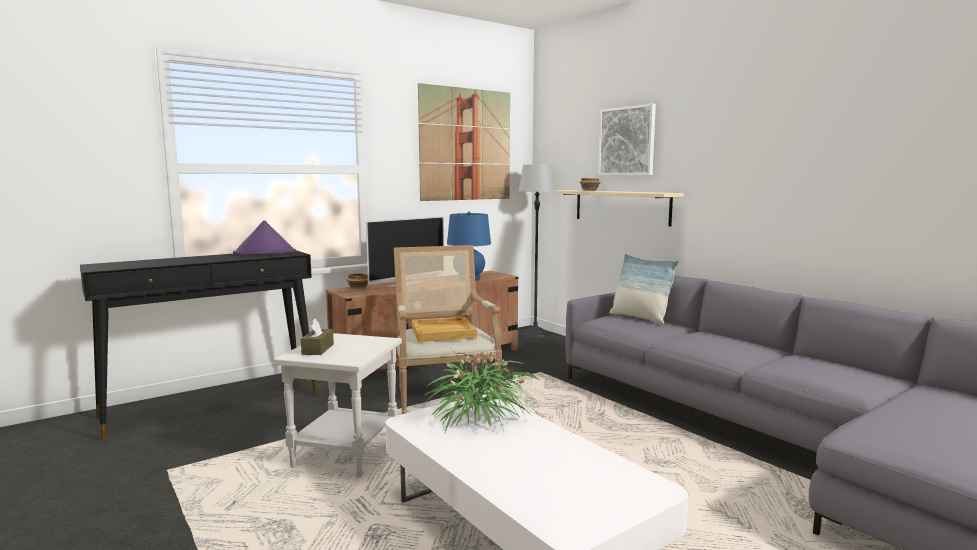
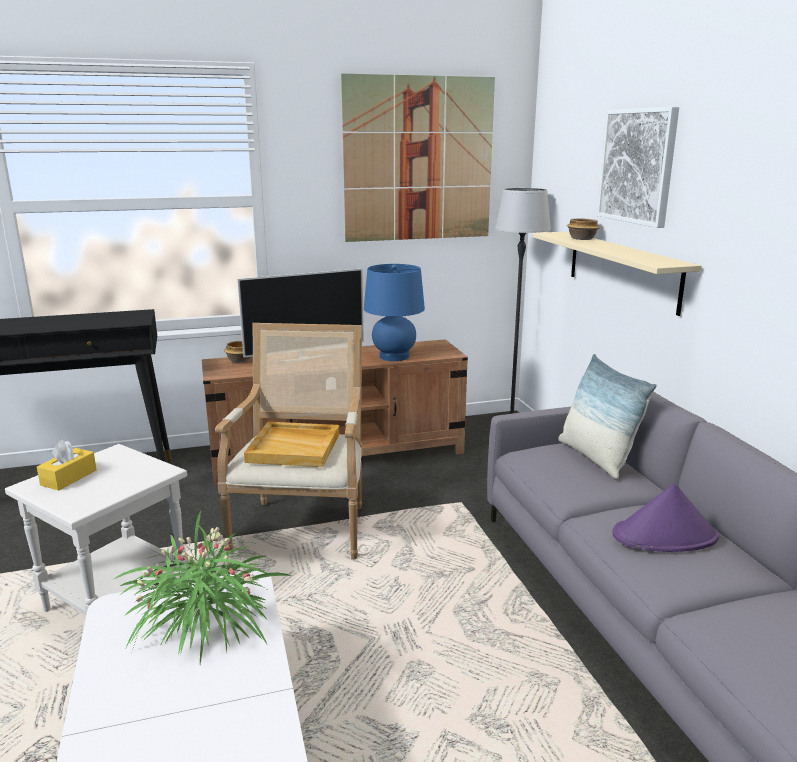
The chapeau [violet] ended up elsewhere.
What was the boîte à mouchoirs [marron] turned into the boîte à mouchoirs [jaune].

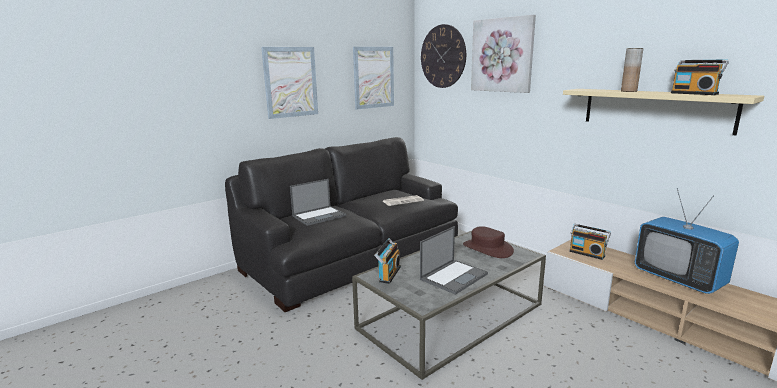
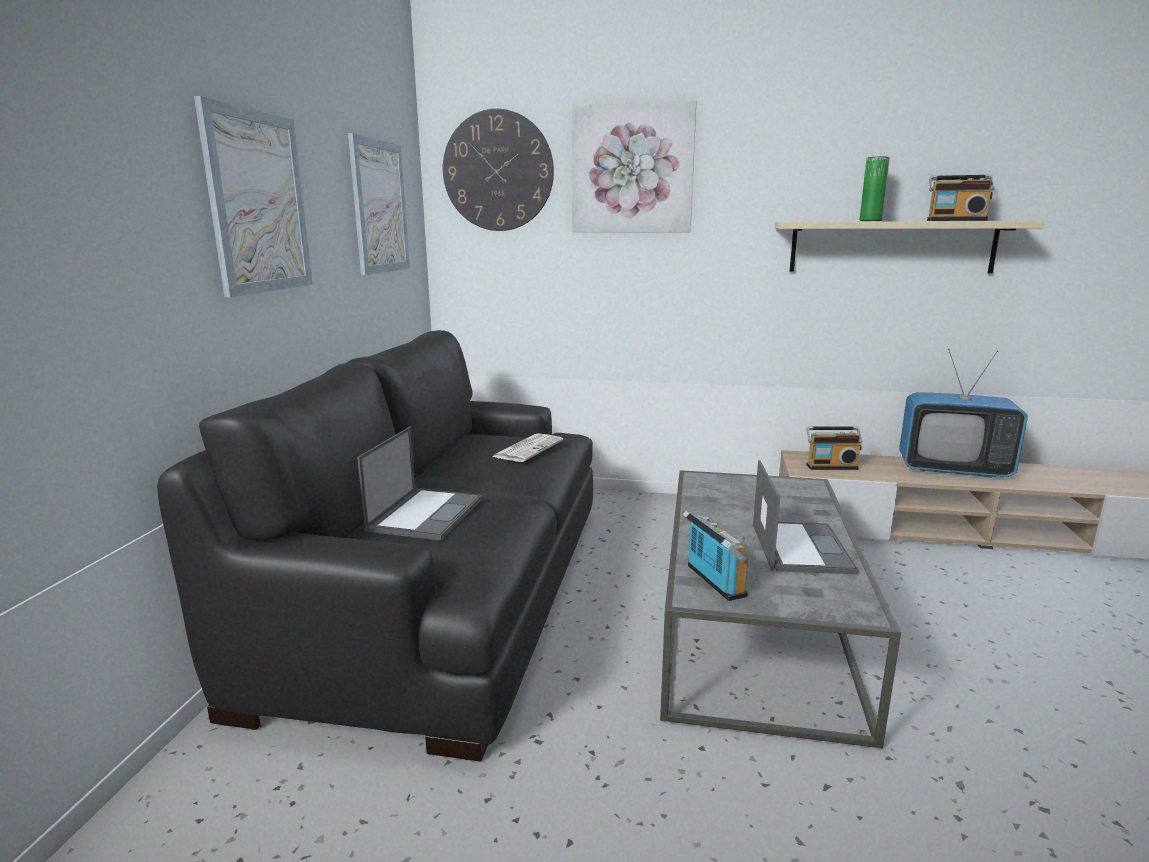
The second view lost the chapeau [marron].
What was the vase [marron] turned into the vase [vert].

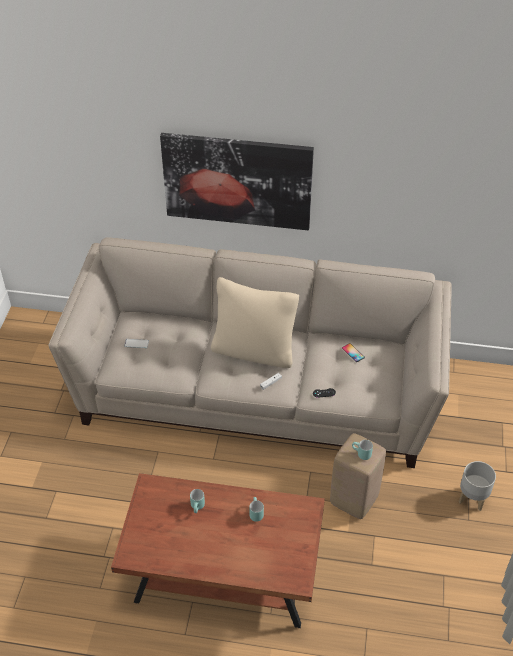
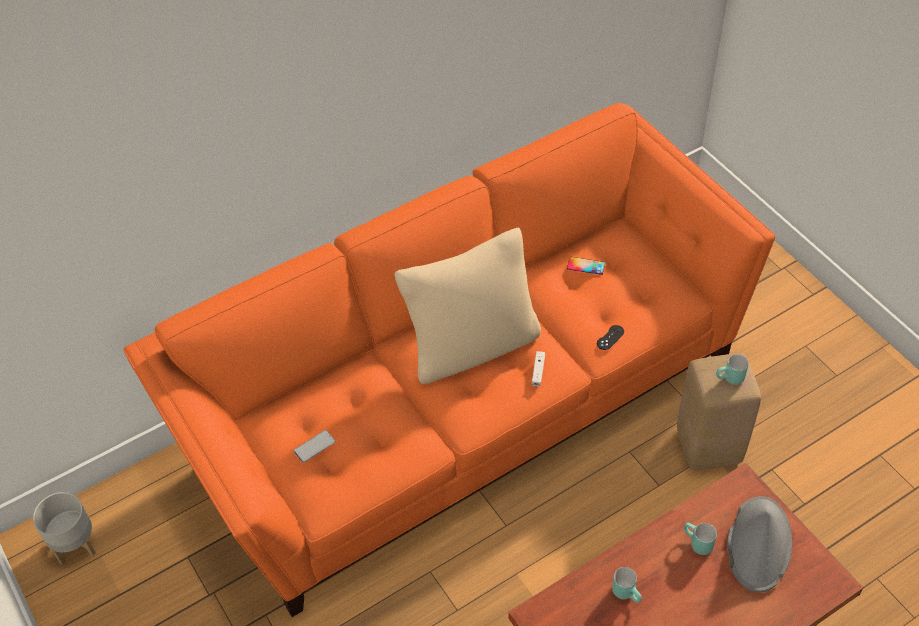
The second view lost the tableau.
The second view gained the chapeau [gris].
The cache-pot [gris] ended up elsewhere.
What was the canapé [beige] turned into the canapé [orange].

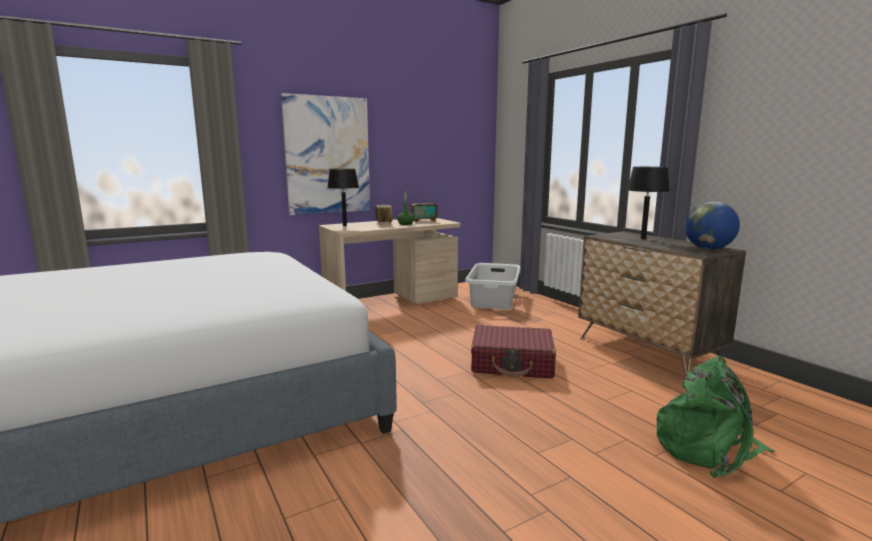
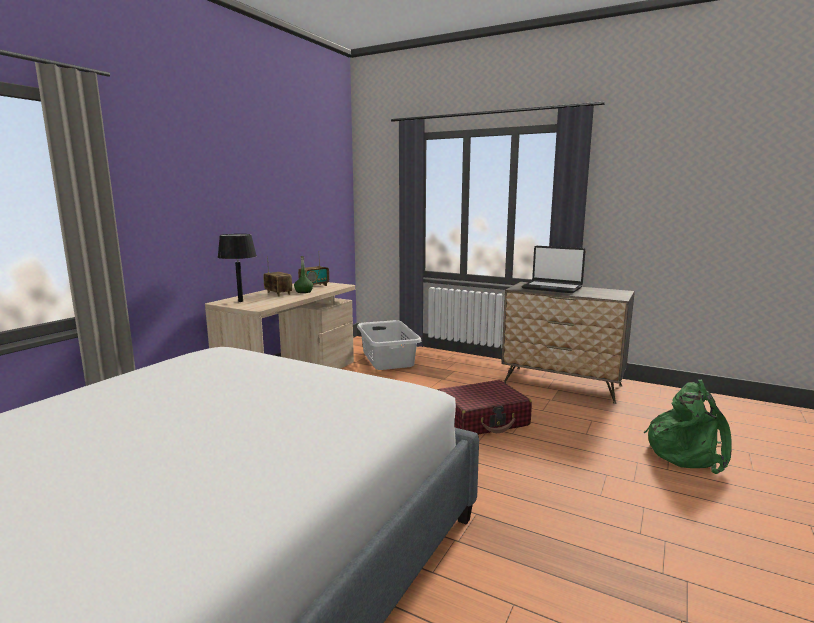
The second view lost the tableau.
The second view lost the globe.
Where the lampe de table [noir] (2nd from left) stood, the ordinateur portable came to stand.

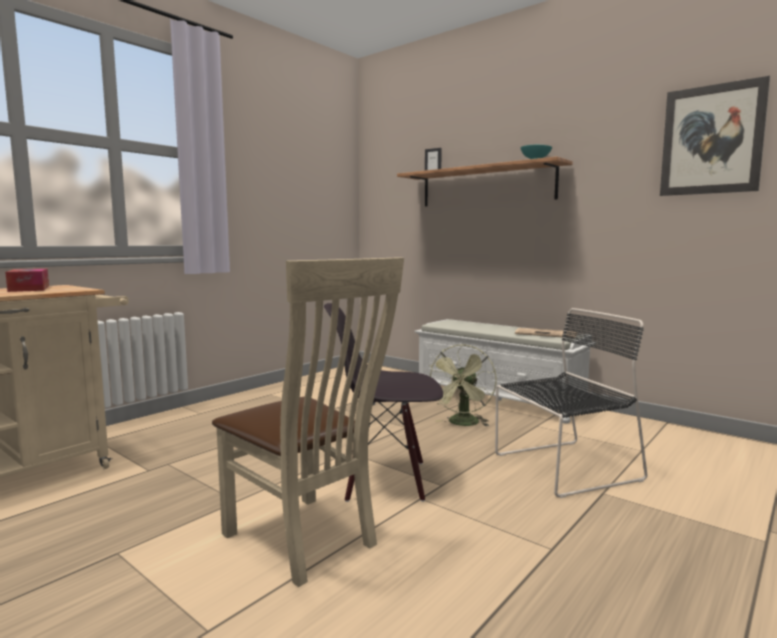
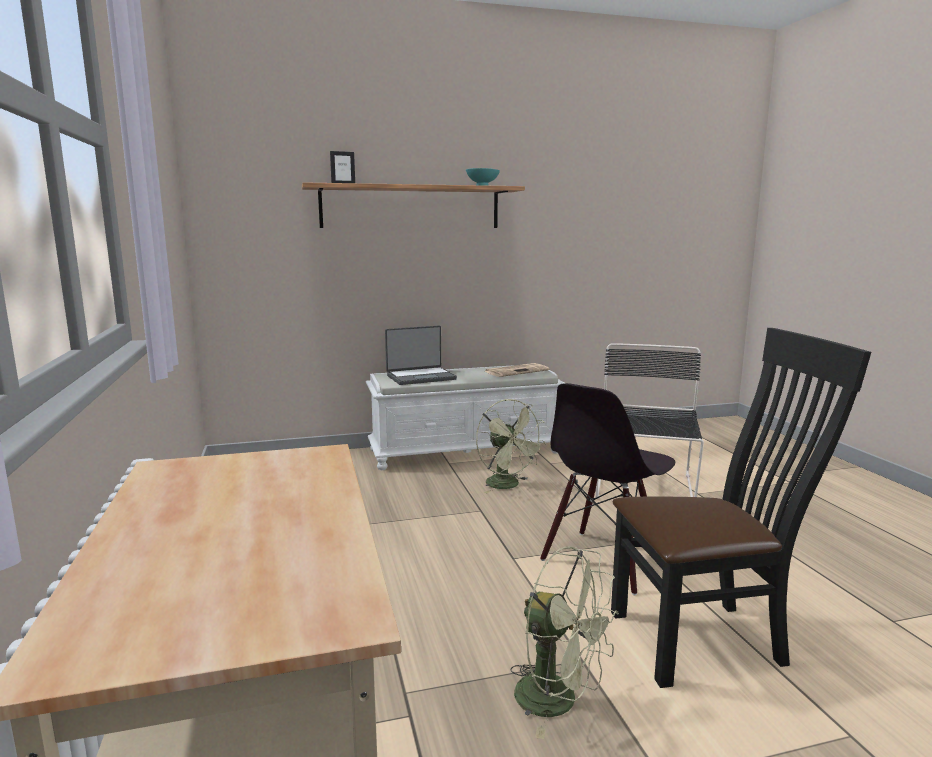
The second view lost the boîte à mouchoirs.
The second view lost the tableau.
The second view gained the ordinateur portable.
The second view gained the ventilateur [vert] (2nd from left).
What was the chaise [beige] turned into the chaise [noir] (3rd from left).

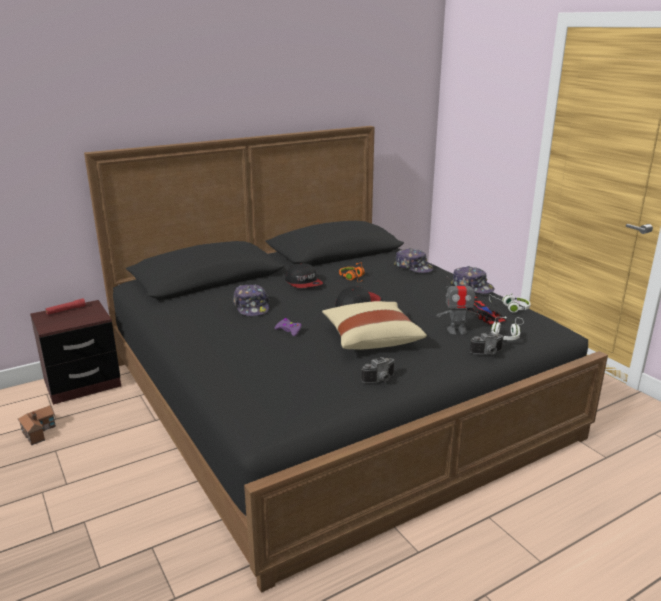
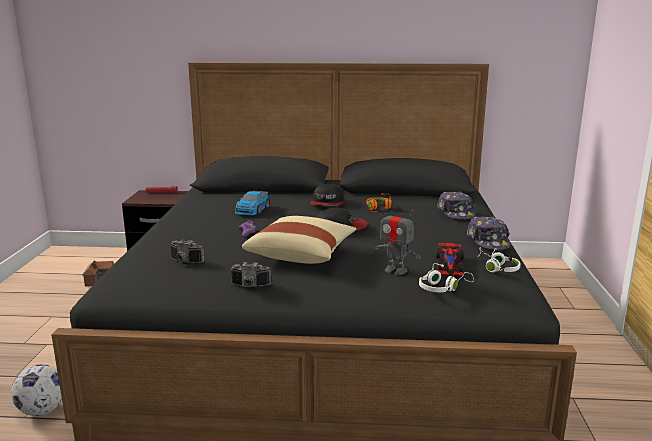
The second view gained the ballon de foot.
The appareil photo (2nd from left in the first image) ended up elsewhere.
Where the casquette (1st from left) stood, the petite voiture (1st from left) came to stand.

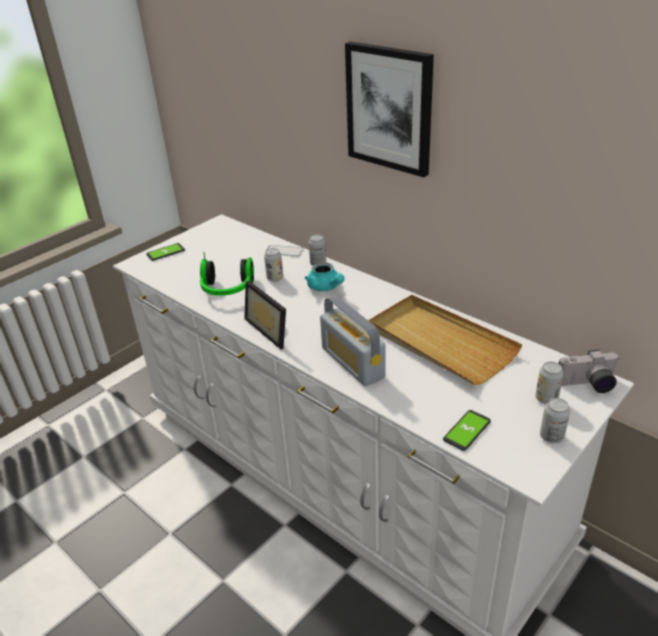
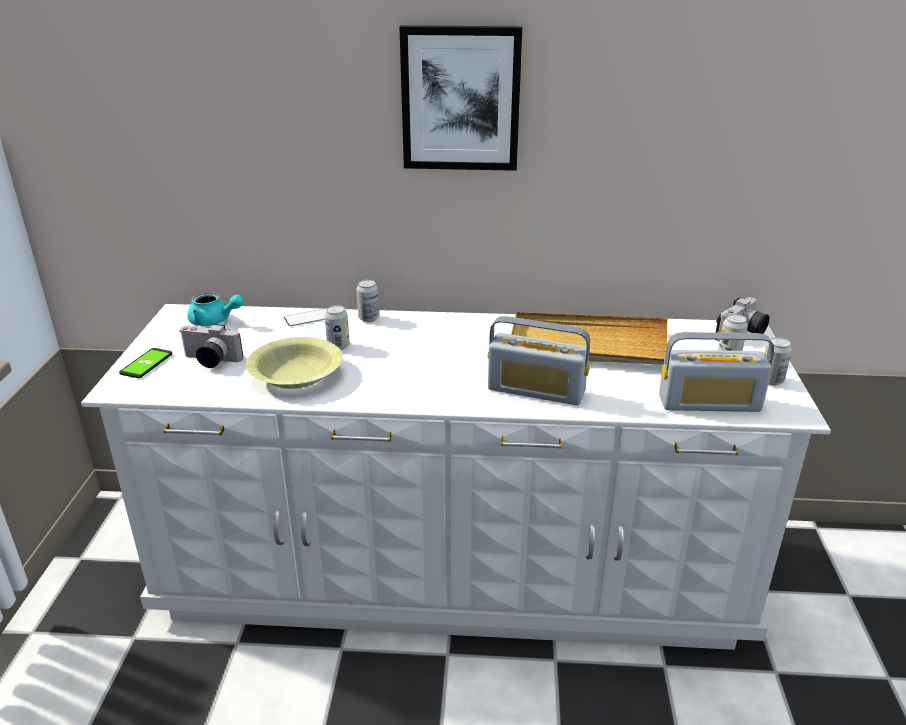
The second view lost the cadre photo.
The second view gained the appareil photo (1st from left).
The théière [turquoise] ended up elsewhere.
Where the casque audio stood, the bol [jaune] came to stand.
Where the téléphone (3rd from left) stood, the radio (2nd from left) came to stand.

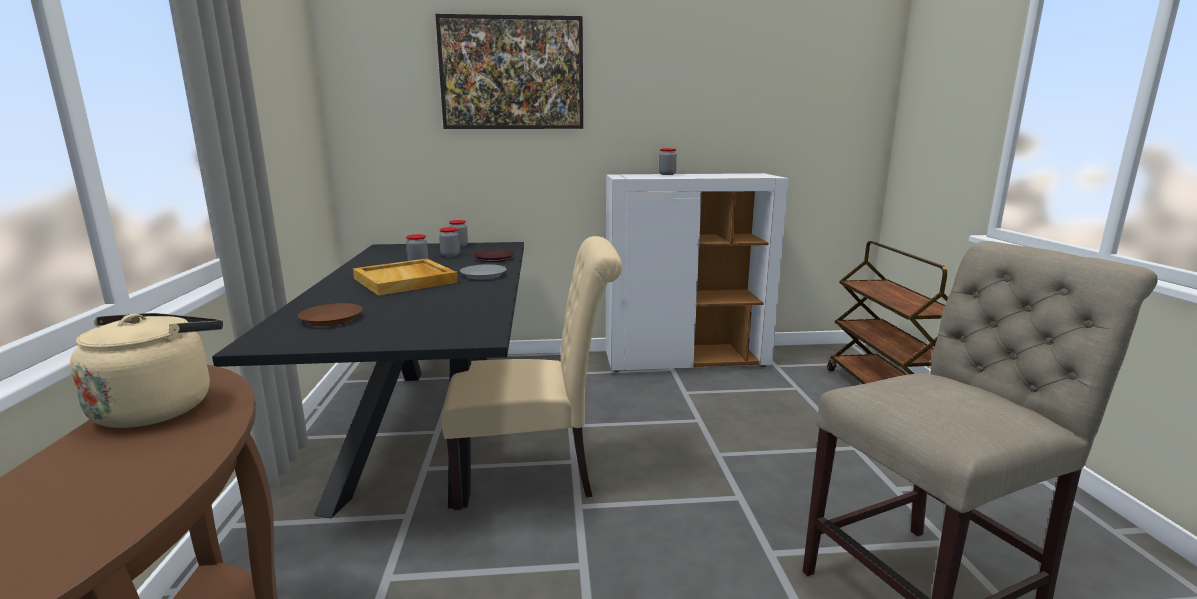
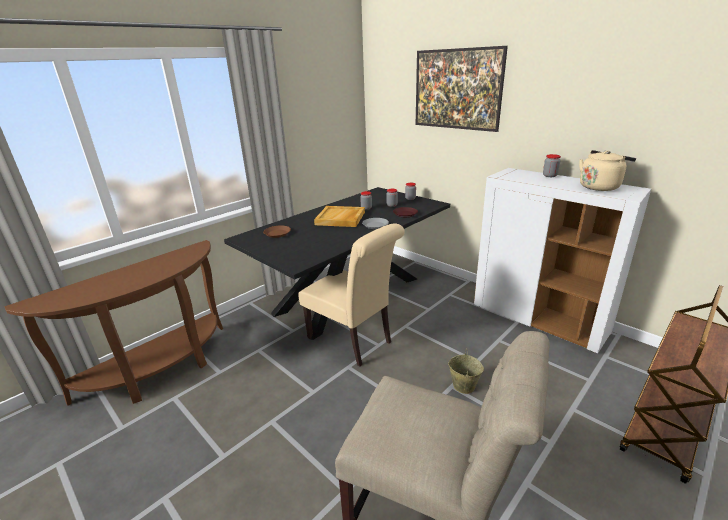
The second view gained the seau [beige].
The bouilloire [beige] ended up elsewhere.

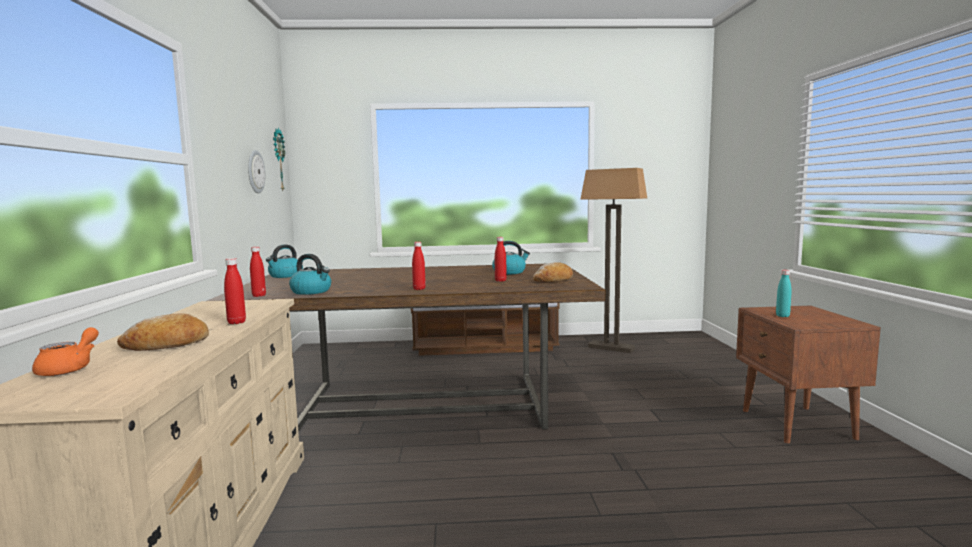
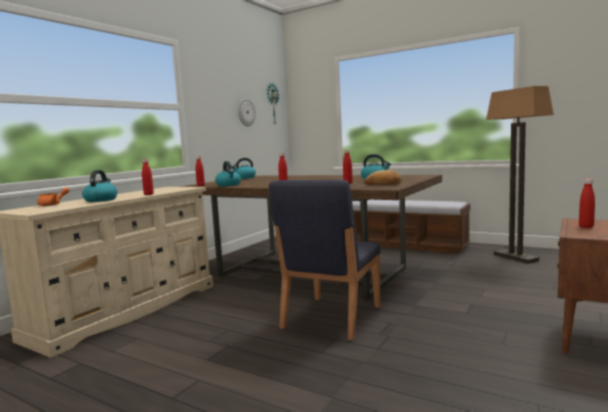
The second view gained the chaise [bleu].
Where the pain (1st from left) stood, the bouilloire (1st from left) came to stand.
What was the bouteille [turquoise] turned into the bouteille [rouge] (5th from left).

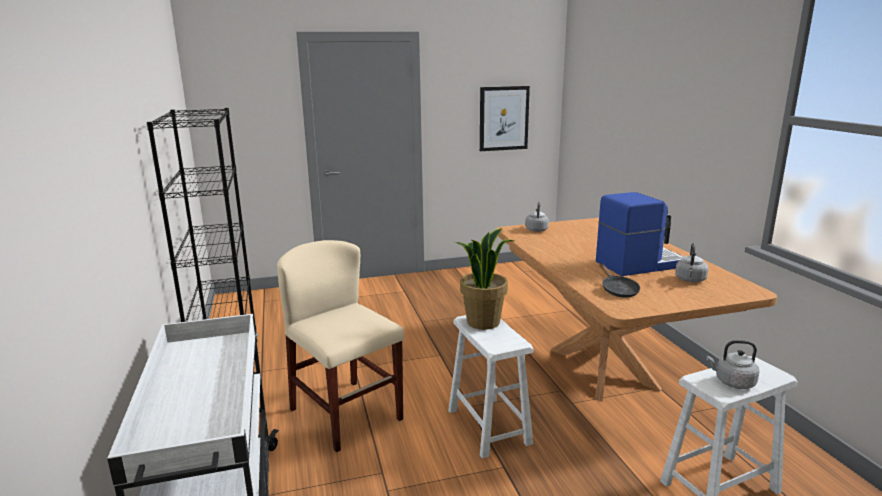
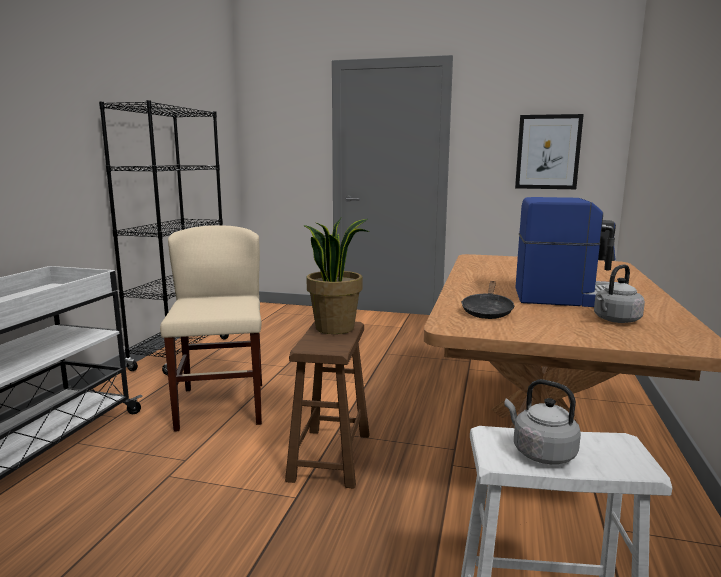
The second view lost the bouilloire [gris] (1st from left).
What was the tabouret [blanc] (1st from left) turned into the tabouret [marron].

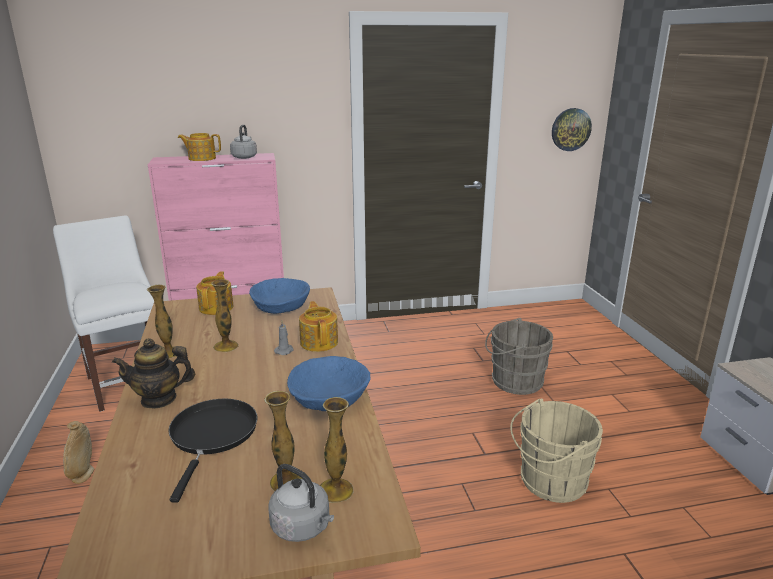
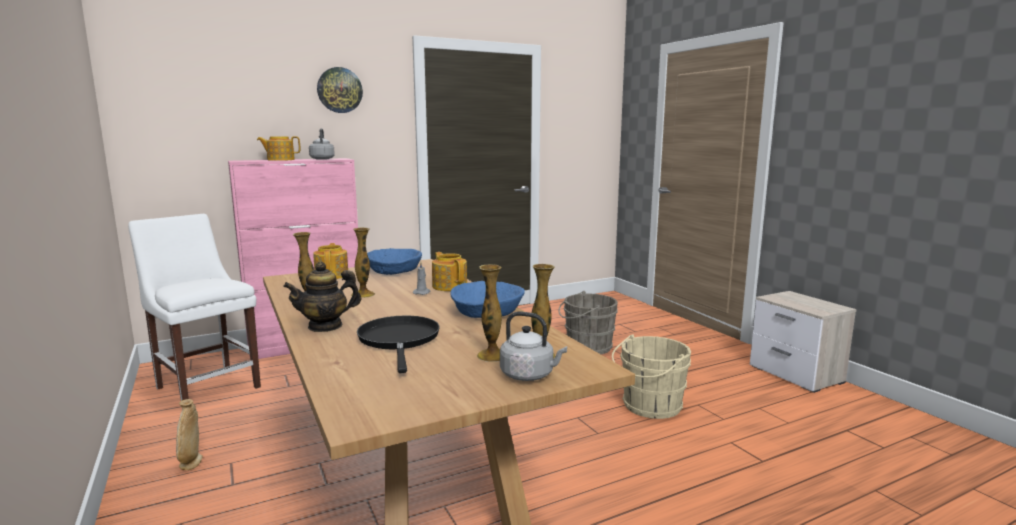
The horloge murale ended up elsewhere.

